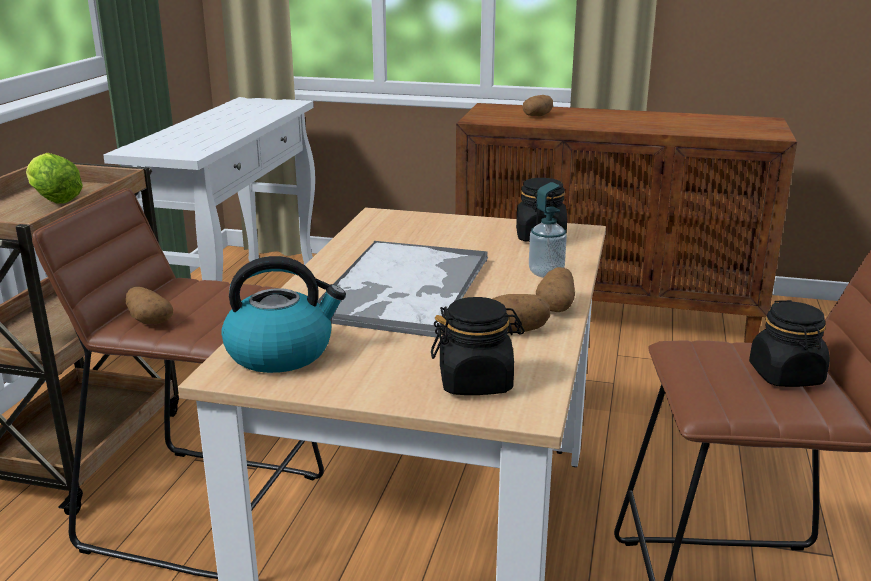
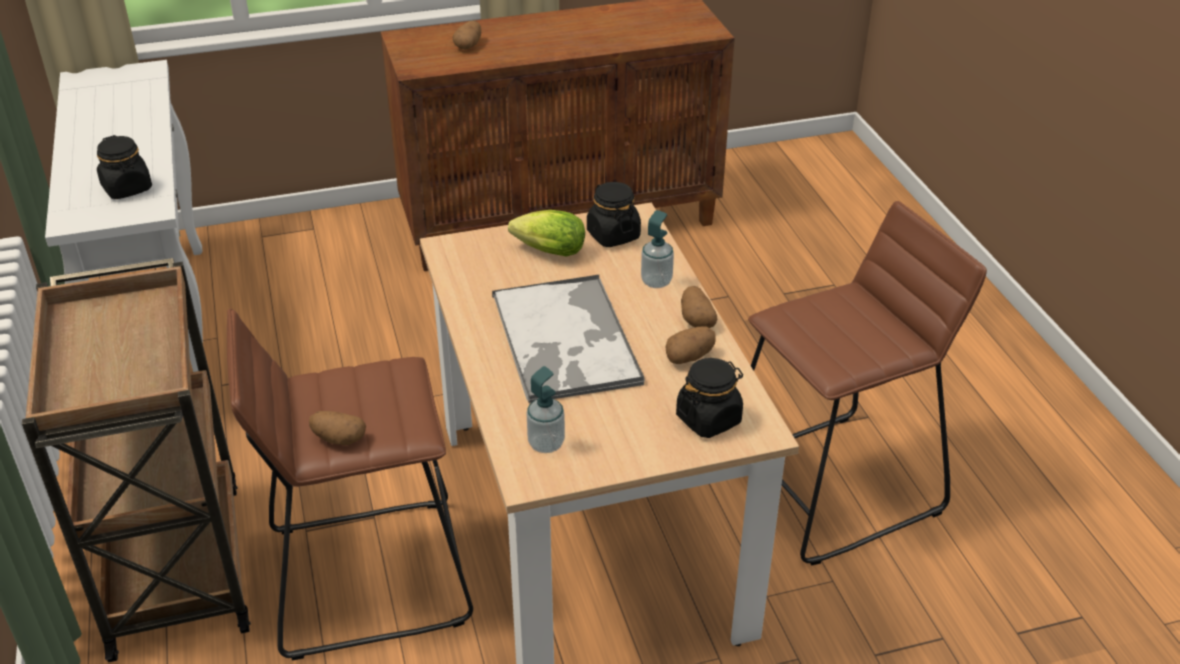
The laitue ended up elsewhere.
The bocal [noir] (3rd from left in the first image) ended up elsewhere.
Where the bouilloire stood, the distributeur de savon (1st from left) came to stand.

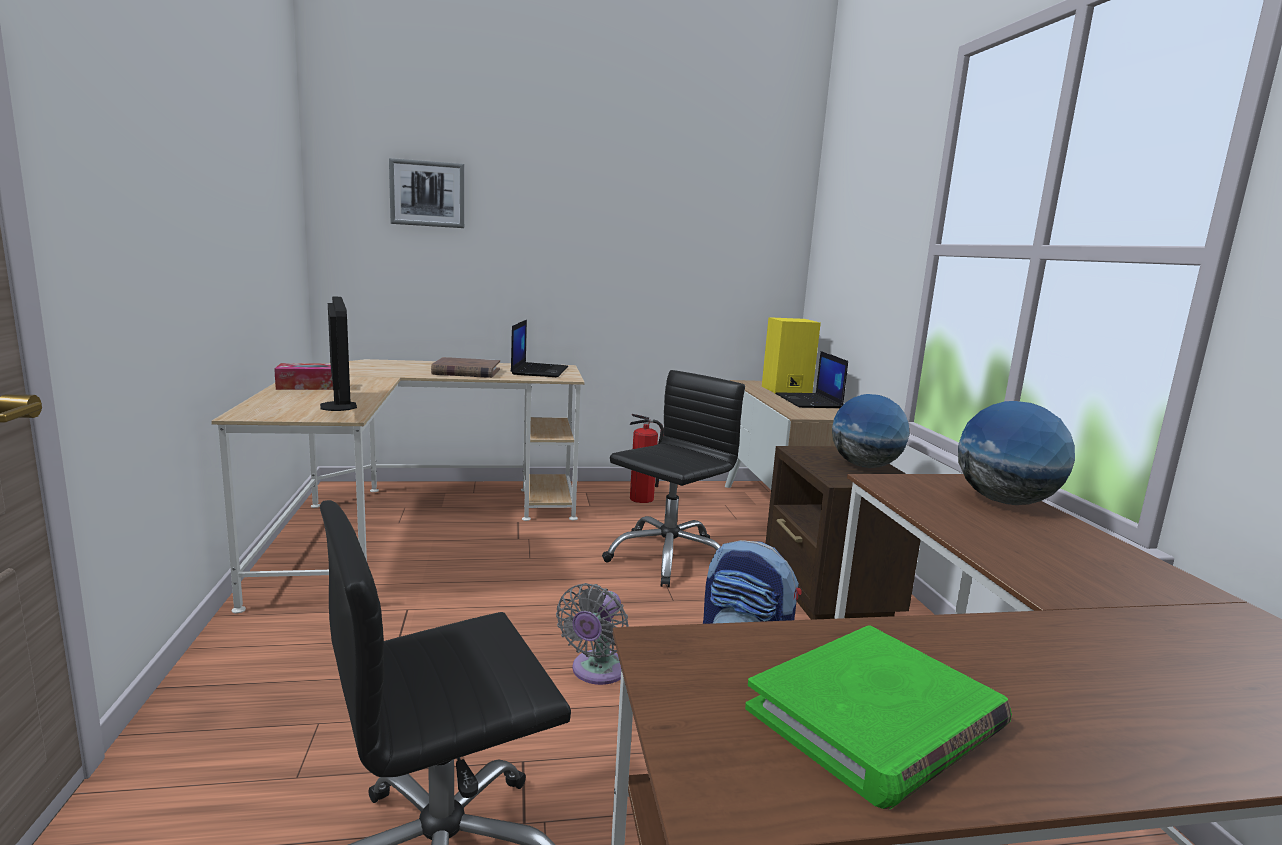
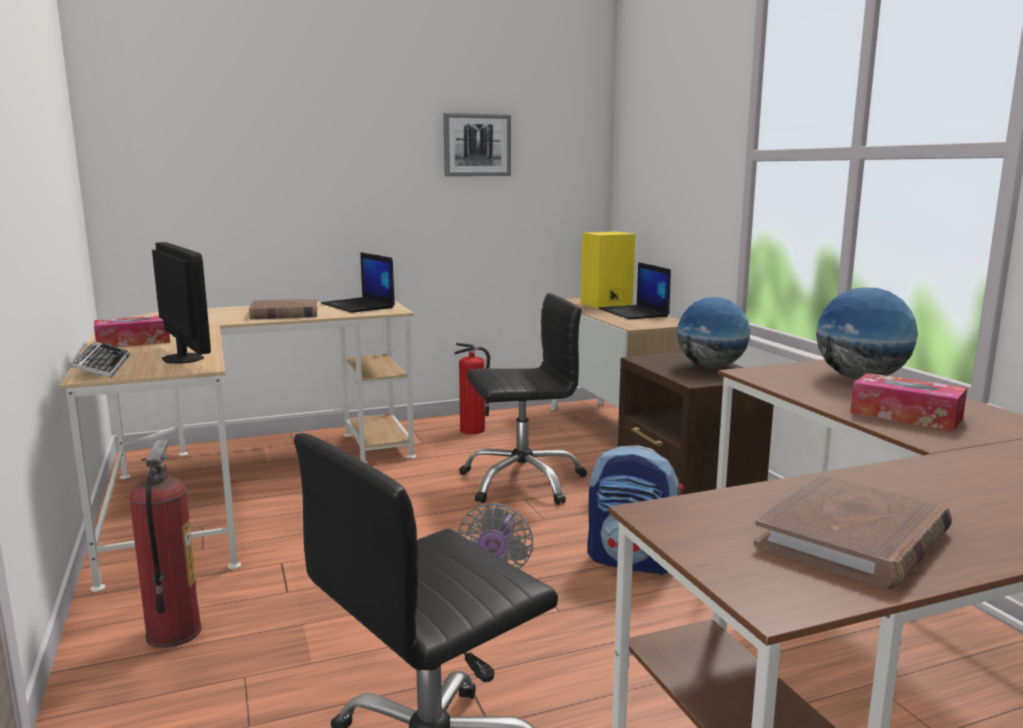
The second view gained the clavier.
The second view gained the extincteur (1st from left).
The second view gained the boîte à mouchoirs (2nd from left).
The tableau ended up elsewhere.
What was the livre [vert] turned into the livre [marron] (2nd from left).
The ordinateur portable (1st from left) ended up facing another way, 150 degrees clockwise from before.
The chaise de bureau [noir] (2nd from left) ended up facing another way, 45 degrees clockwise from before.

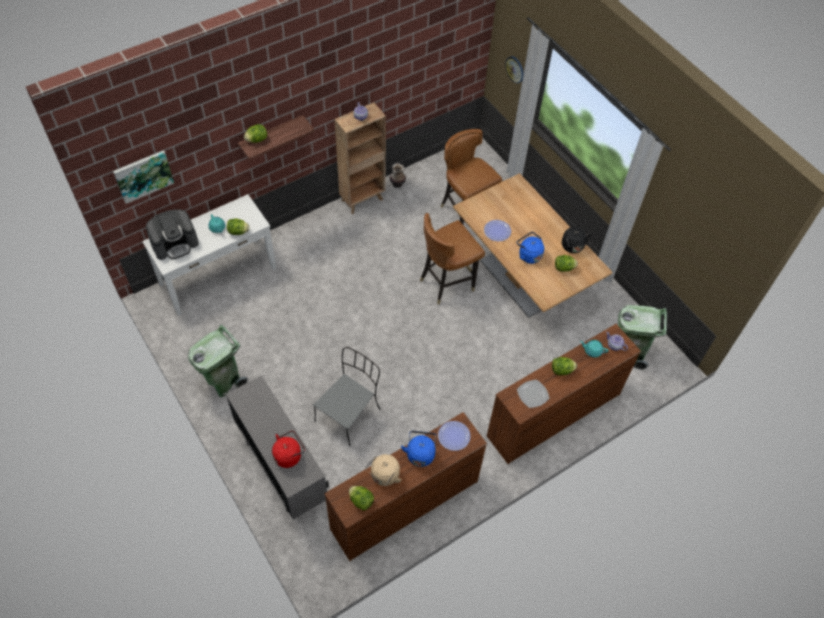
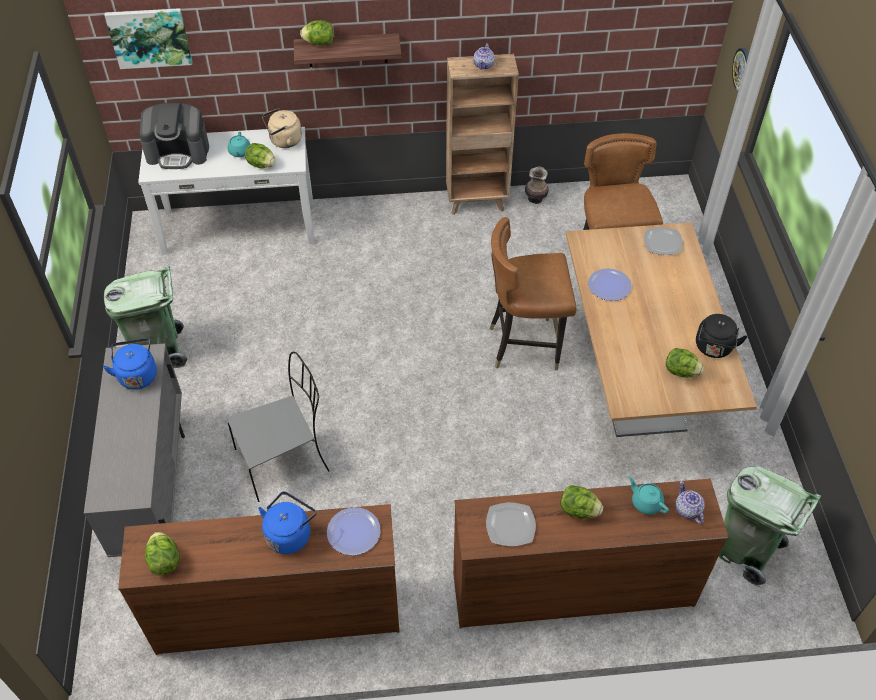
The second view lost the bouilloire [rouge].
The second view gained the assiette (4th from left).
The bouilloire [beige] ended up elsewhere.
The bouilloire [bleu] (2nd from left in the first image) ended up elsewhere.

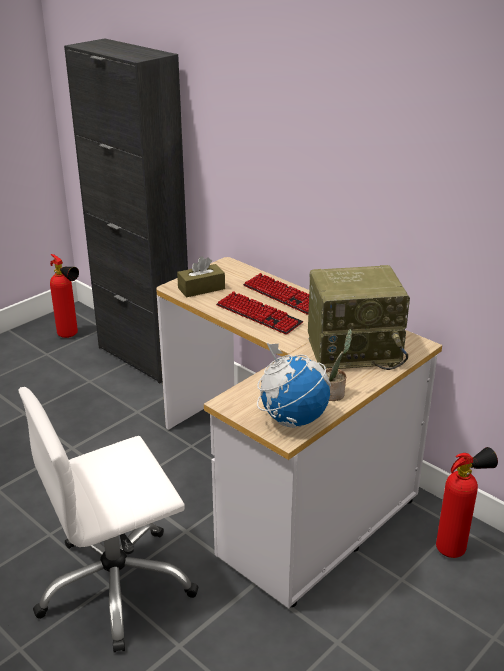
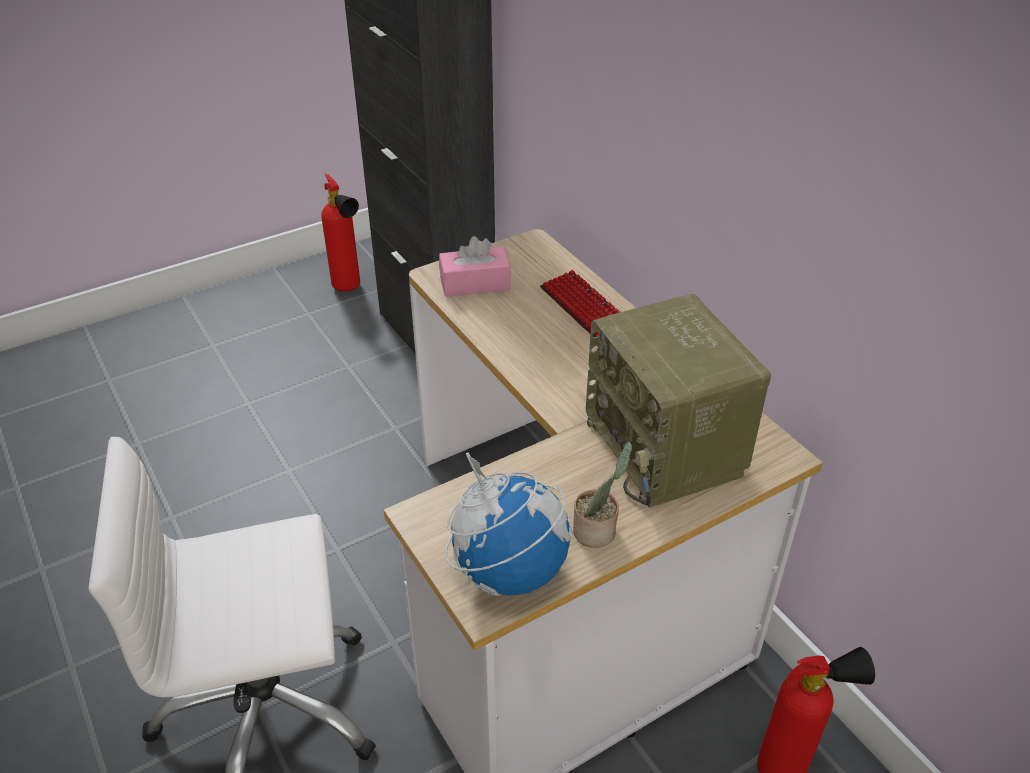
The second view lost the clavier (1st from left).
What was the boîte à mouchoirs [marron] turned into the boîte à mouchoirs [rose].
The radio ended up facing another way, 60 degrees clockwise from before.

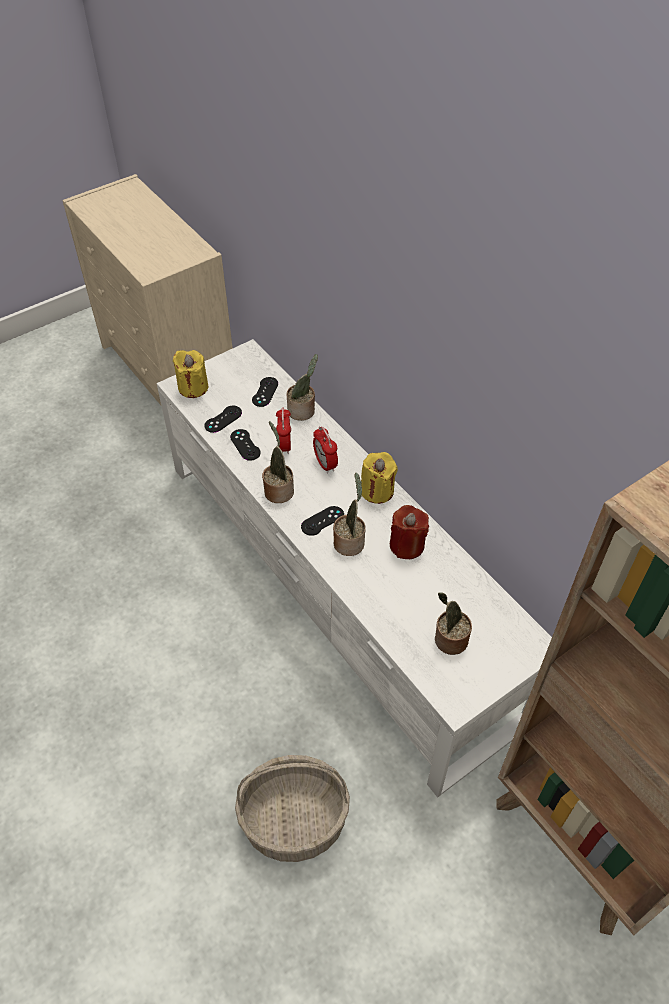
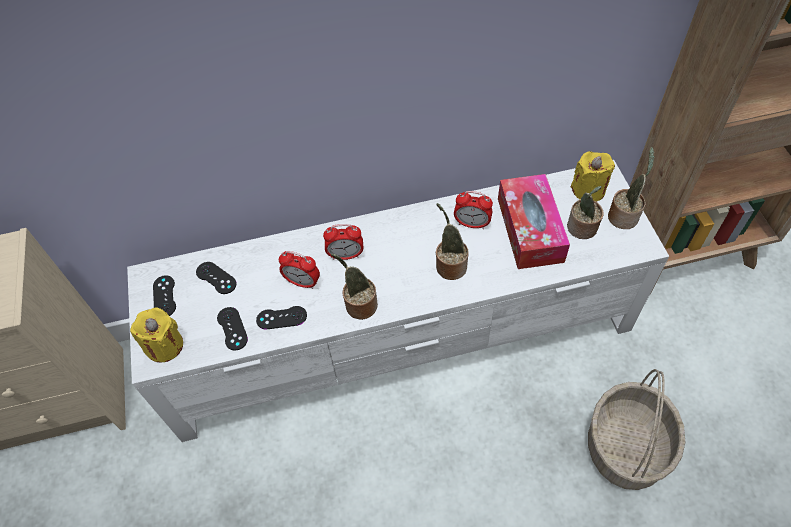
The second view gained the boîte à mouchoirs.
The plante en pot (2nd from left in the first image) ended up elsewhere.
The manette [noir] (4th from left in the first image) ended up elsewhere.
The bougie [jaune] (2nd from left) ended up elsewhere.
Where the bougie [rouge] stood, the réveil (3rd from left) came to stand.

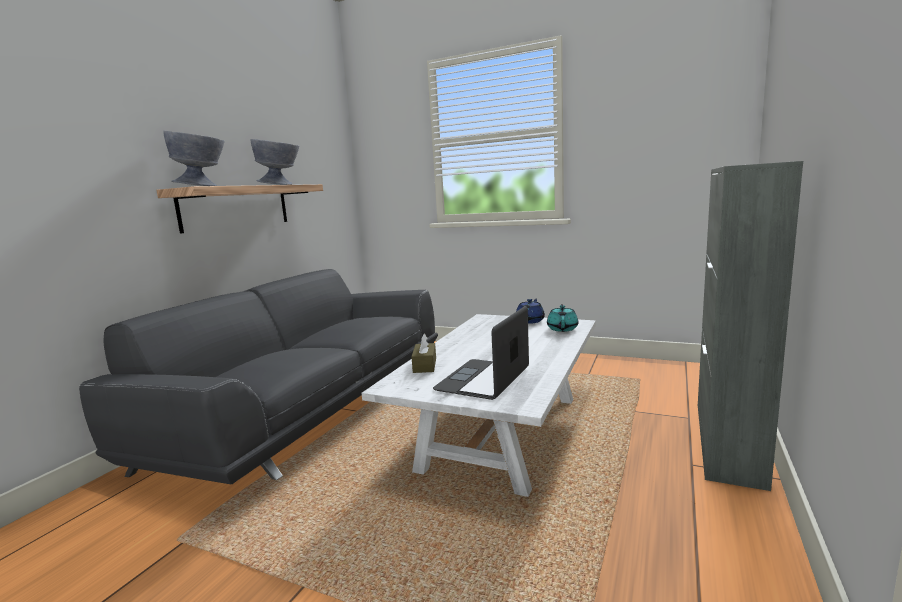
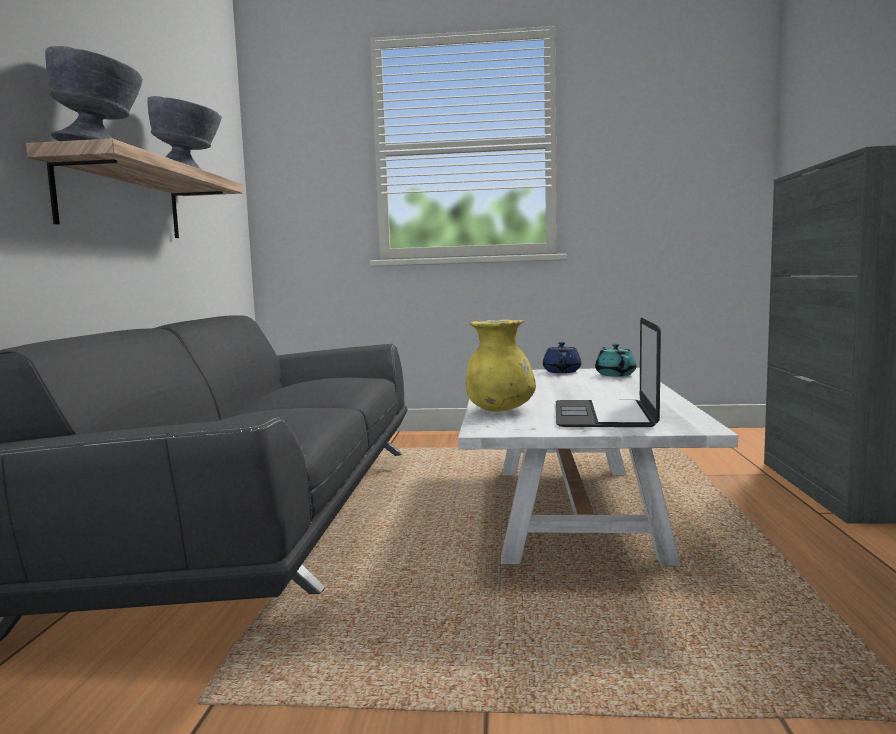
Where the boîte à mouchoirs [marron] stood, the vase [jaune] came to stand.

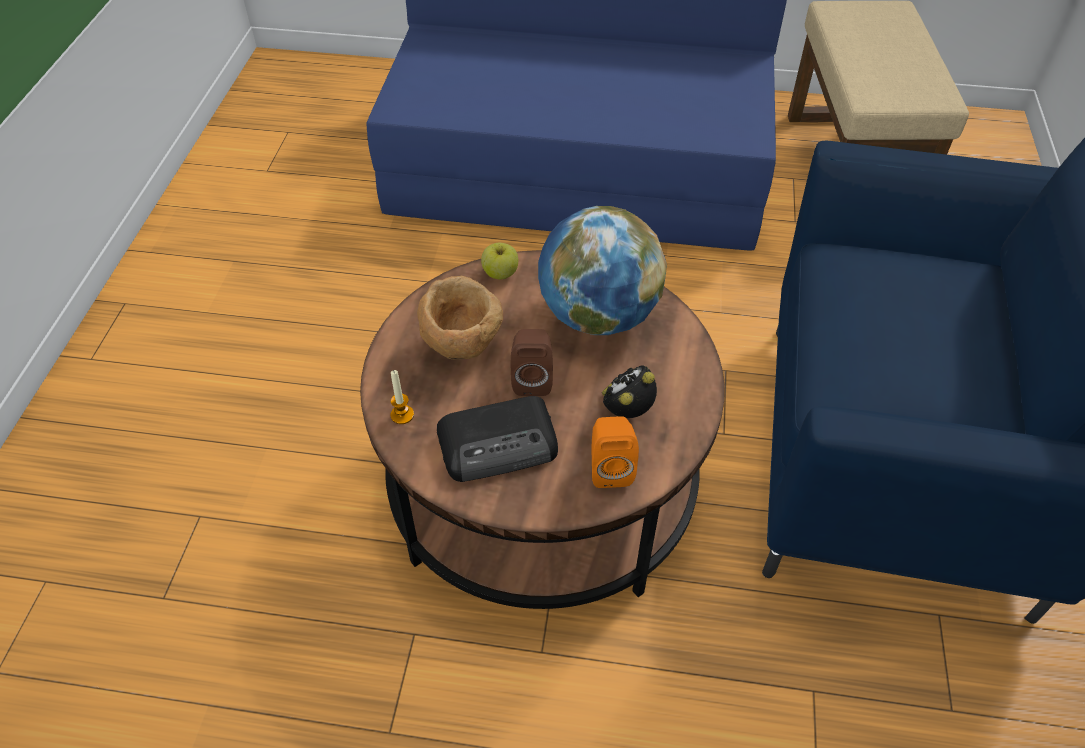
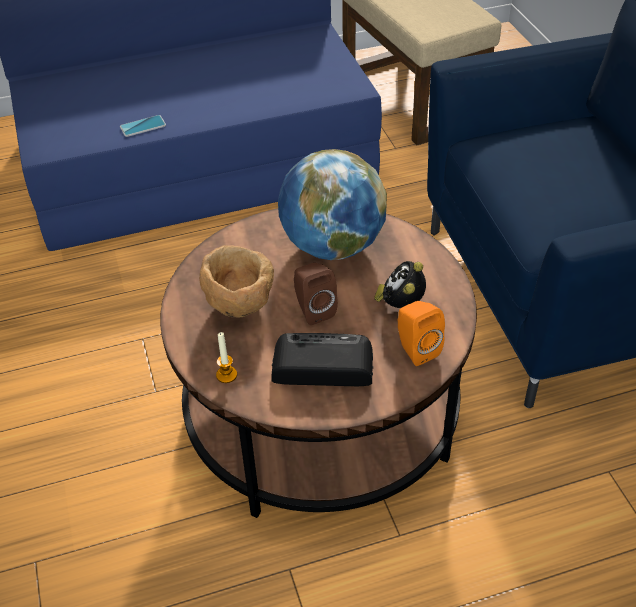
The second view lost the pomme.
The second view gained the téléphone.
The radio ended up facing another way, 135 degrees counterclockwise from before.

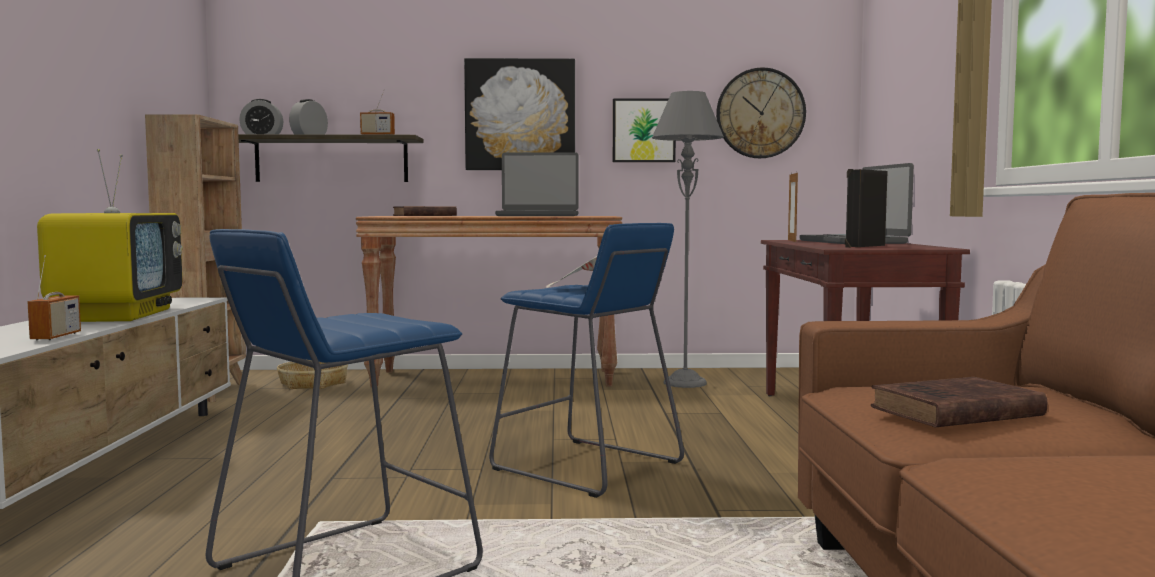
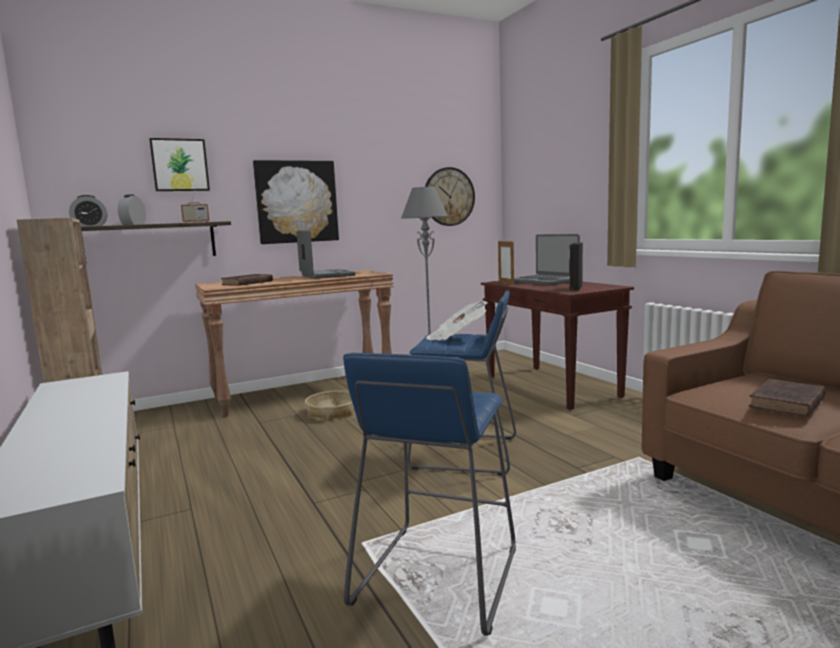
The second view lost the radio (1st from left).
The second view lost the téléviseur.
The panier ended up elsewhere.
The tableau (2nd from left in the first image) ended up elsewhere.
The ordinateur portable (1st from left) ended up facing another way, 90 degrees counterclockwise from before.

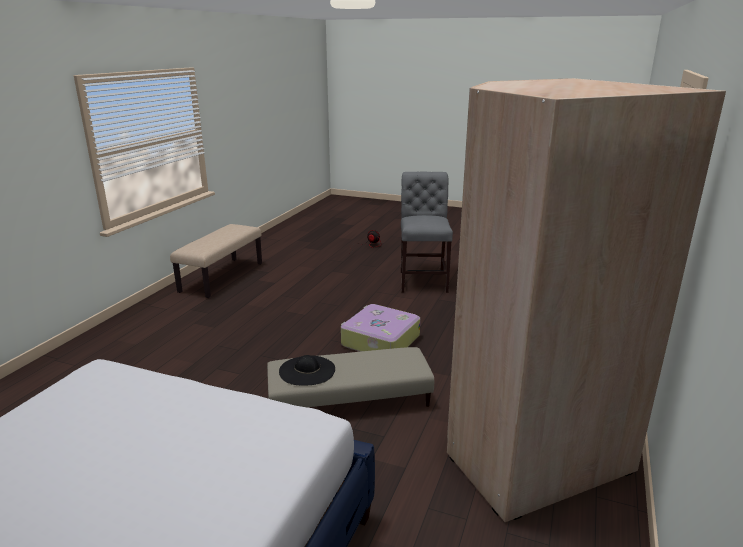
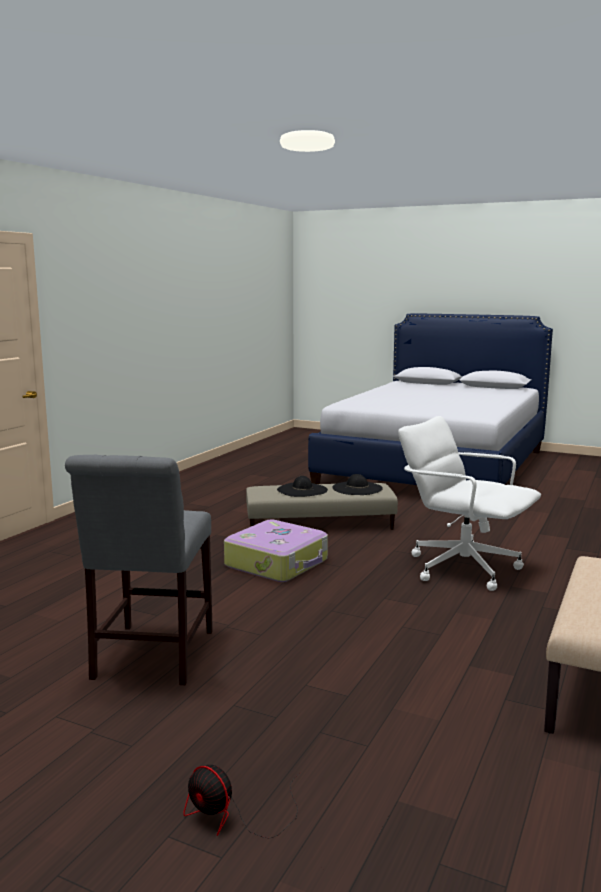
The second view lost the armoire [beige].
The second view gained the chapeau [noir] (1st from left).
The second view gained the chaise de bureau [blanc].

